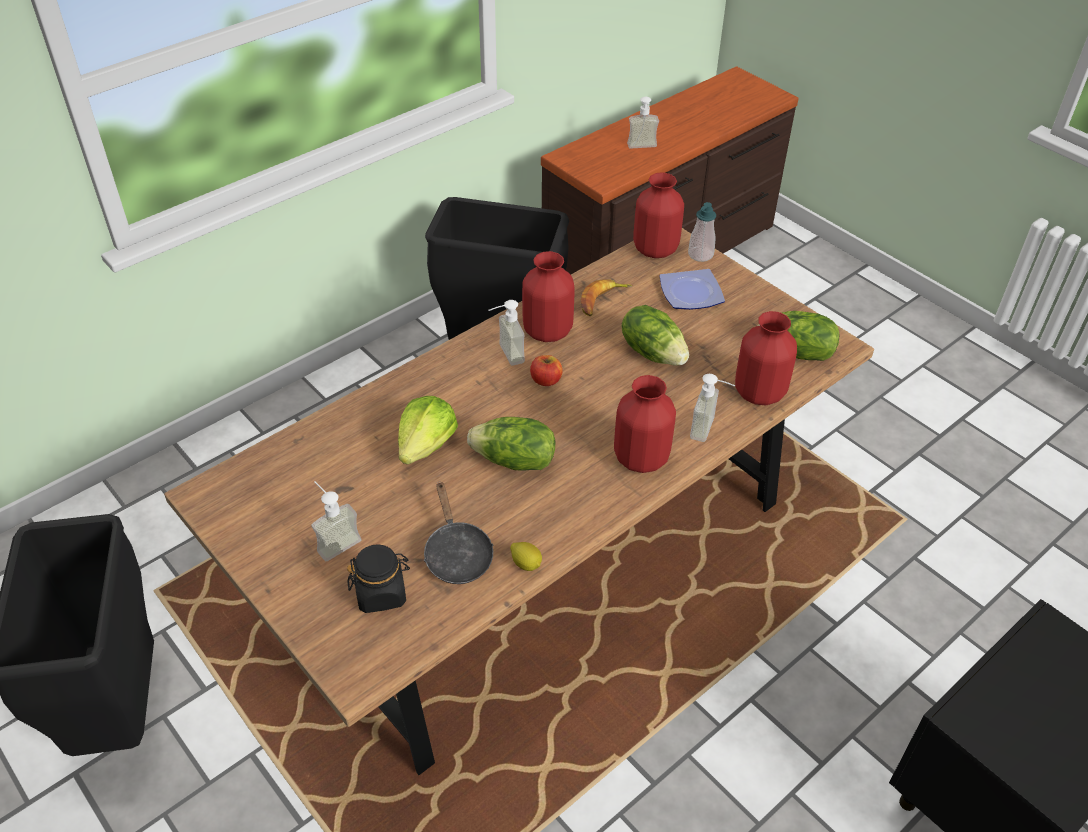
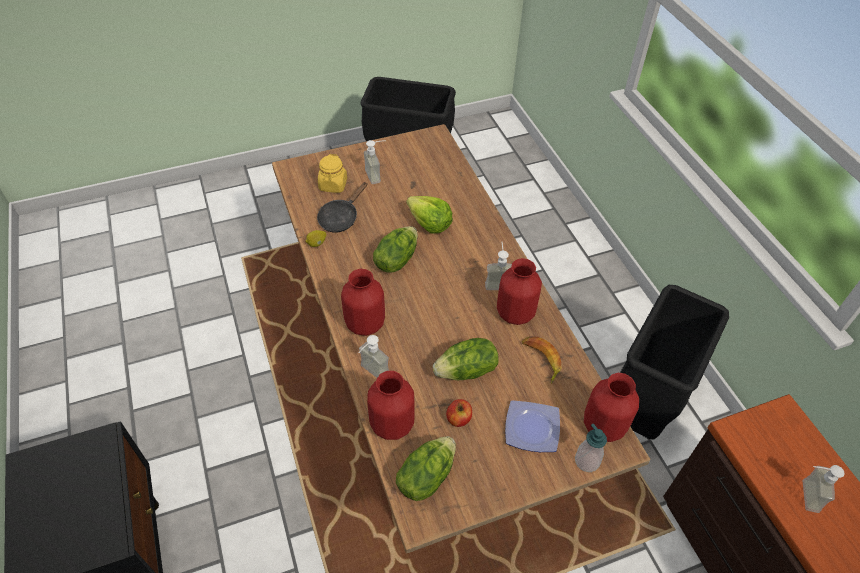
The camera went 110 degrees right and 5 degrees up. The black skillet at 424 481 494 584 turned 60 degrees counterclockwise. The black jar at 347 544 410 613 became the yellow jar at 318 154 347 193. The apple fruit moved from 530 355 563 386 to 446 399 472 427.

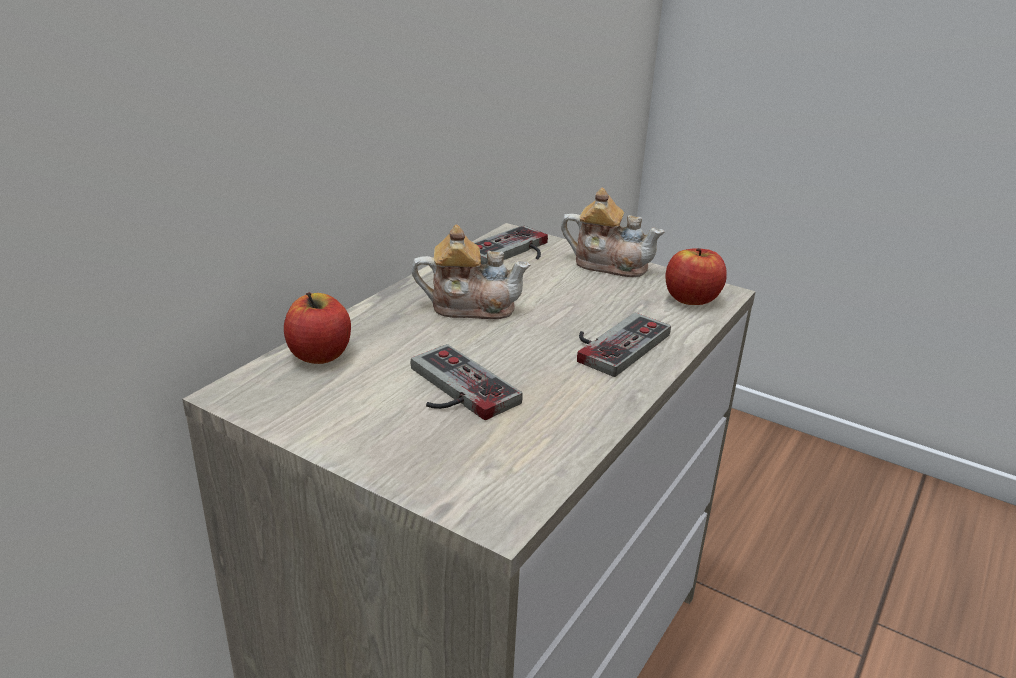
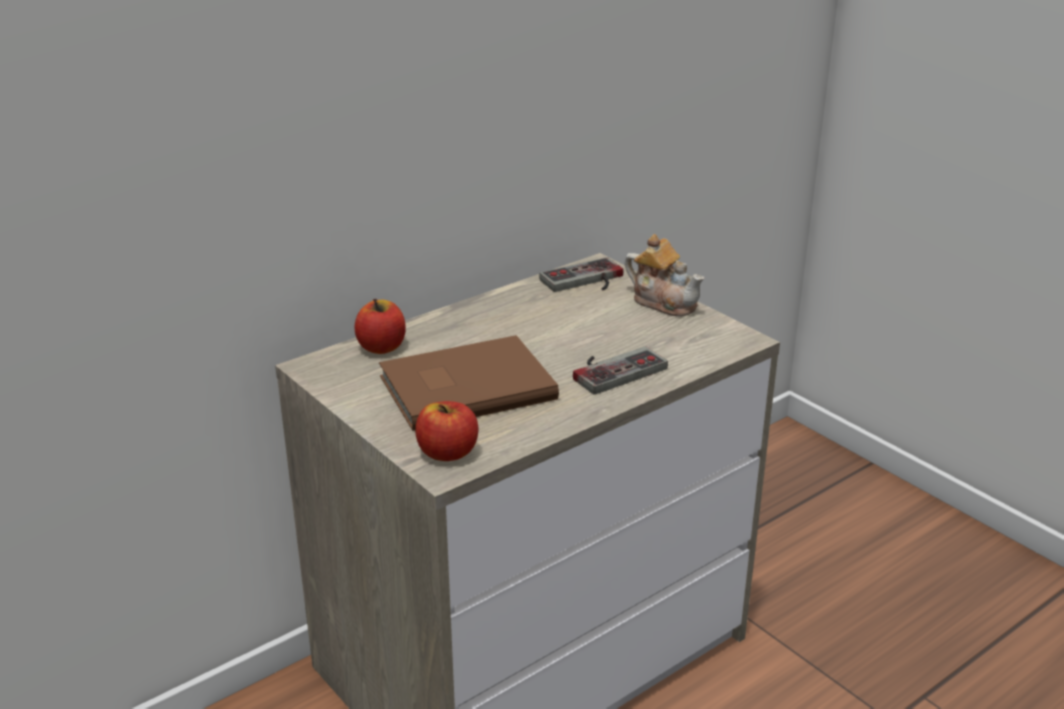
The camera went 20 degrees right and 0 degrees up. The game controller at 411 344 523 420 was replaced by the brownish book at 379 335 559 431. The apple fruit moved from 666 248 727 305 to 415 401 478 461. The pot for tea at 411 225 531 319 disappeared.

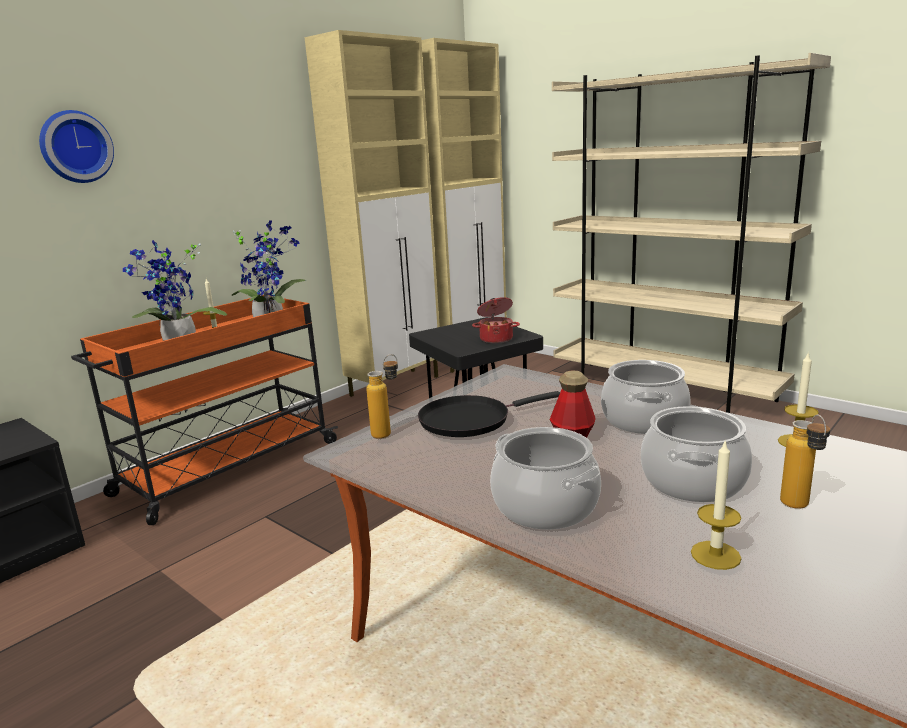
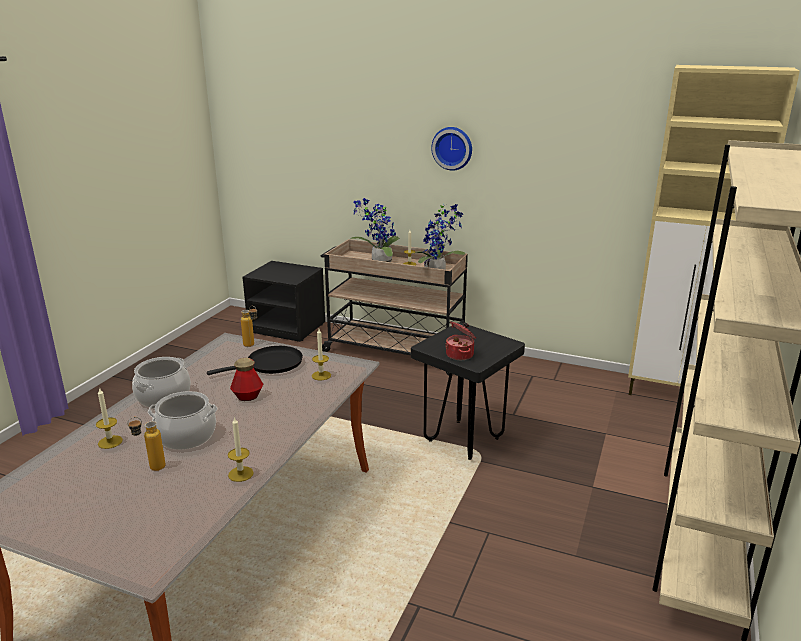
The camera went 70 degrees right and 5 degrees up. The black skillet at 418 391 560 437 turned 105 degrees clockwise. The wax candle at 312 329 331 380 appeared. The orangey cart at 71 295 338 525 became the sand-coloured cart at 321 239 468 376. The wall clock moved from 39 110 114 183 to 431 127 472 171. The sand-coloured storage cabinet at 305 30 440 397 disappeared. The stockpot at 601 360 691 434 disappeared.

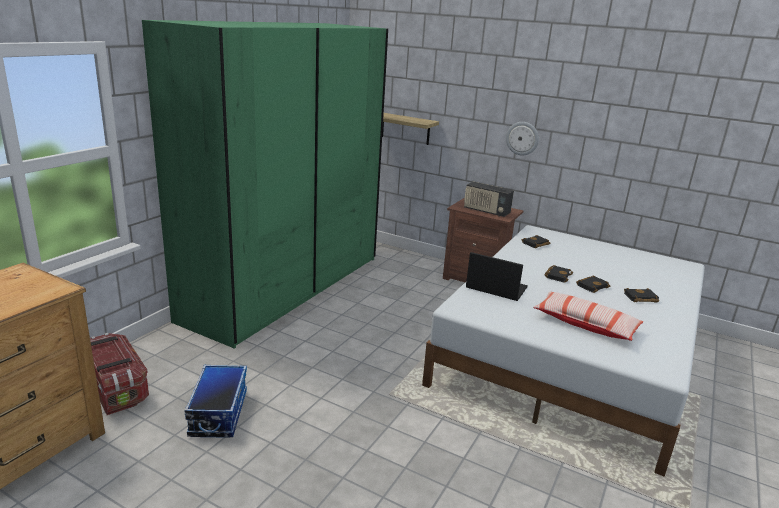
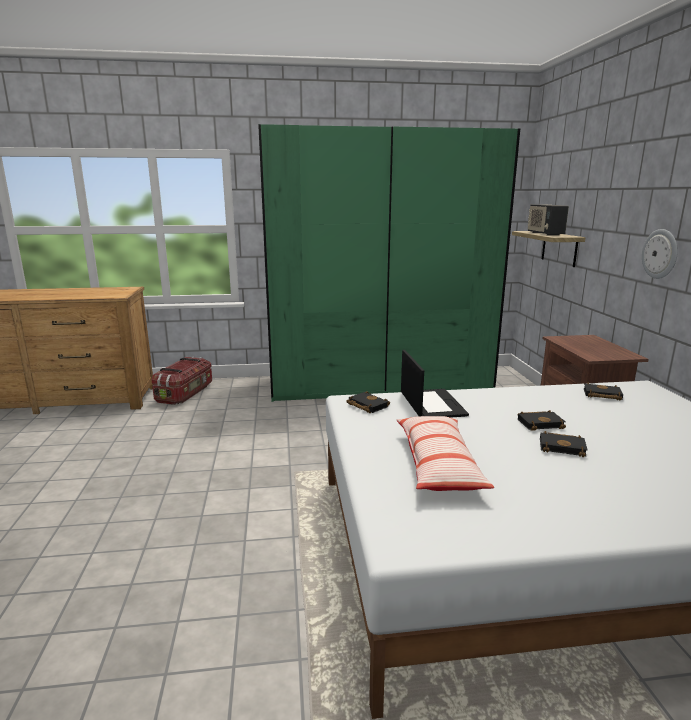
The camera went 55 degrees right and 5 degrees down. The black book moved from 624 288 659 303 to 346 391 390 413. The radio moved from 464 182 514 217 to 527 205 569 236. The storage bin at 184 365 247 438 disappeared.

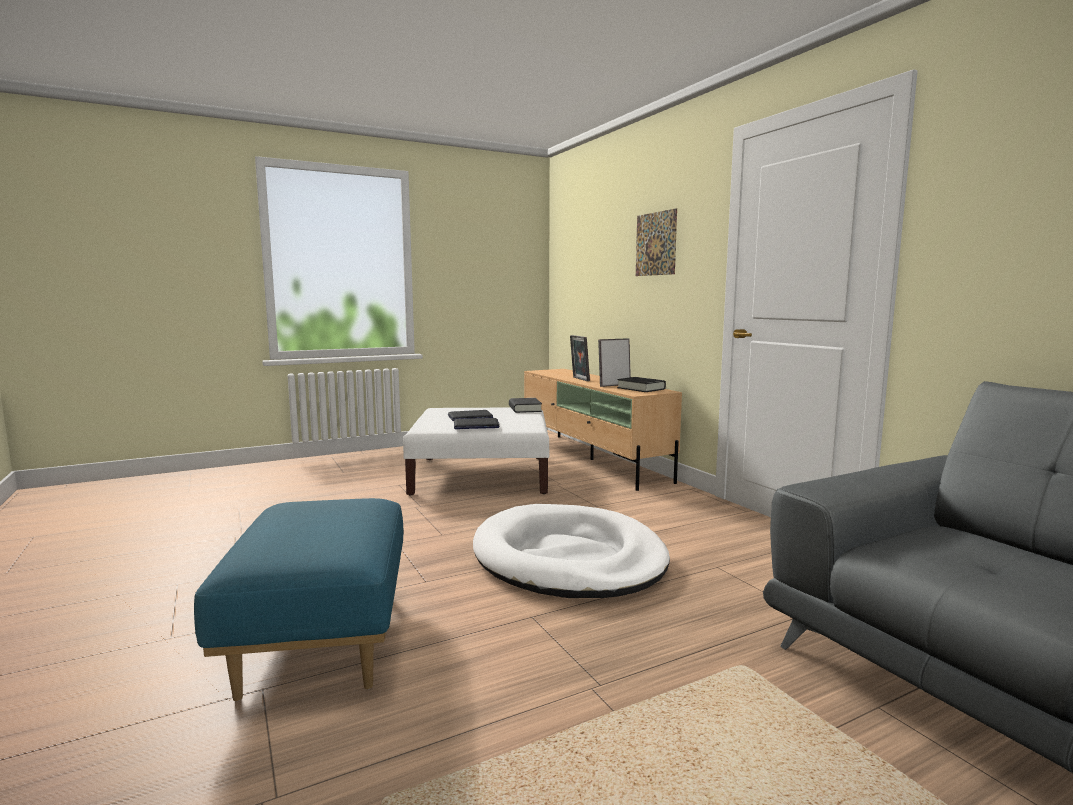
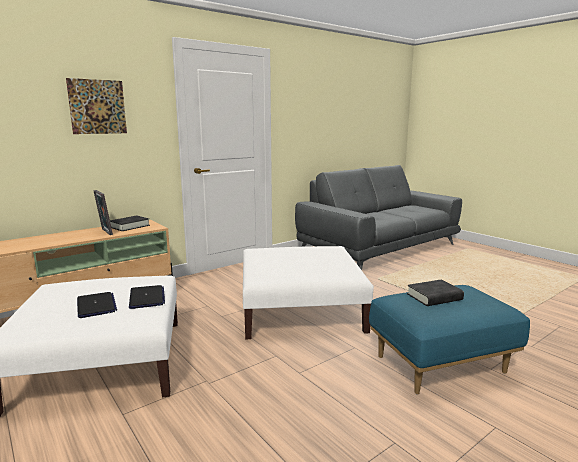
The camera went 100 degrees left and 5 degrees up. The white pet bed at 473 504 670 598 was replaced by the white footrest at 243 246 374 339. The black book moved from 509 398 542 413 to 407 280 464 306. The standing frame at 570 335 590 381 disappeared.

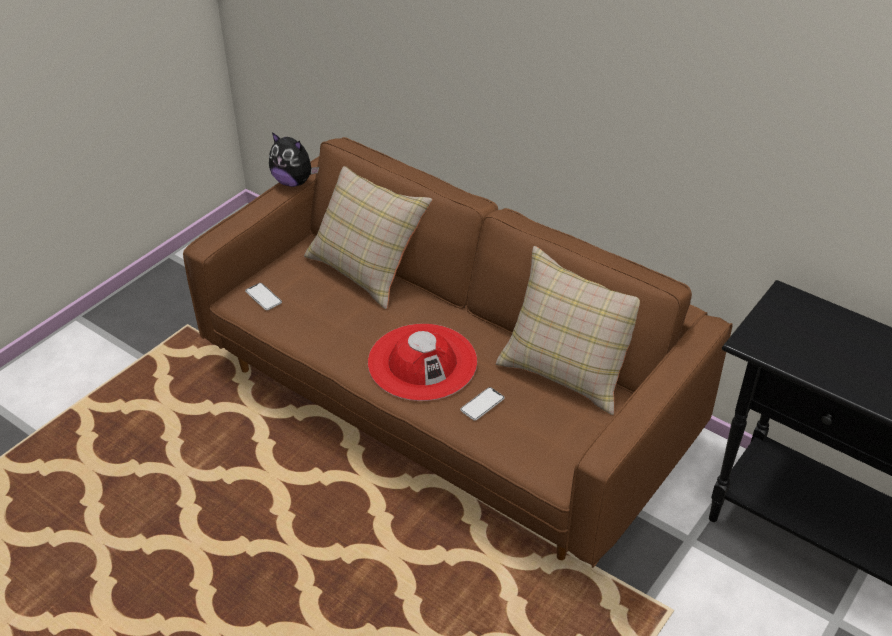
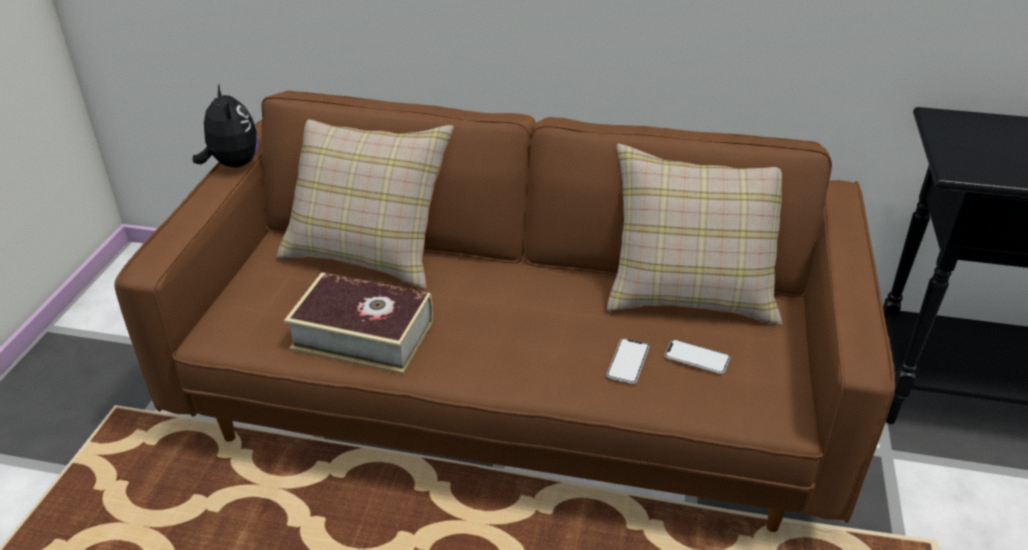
The camera went 25 degrees left and 5 degrees down. The soft toy at 269 132 319 187 turned 120 degrees counterclockwise. The book at 284 272 433 374 appeared. The telephone moved from 245 283 282 310 to 664 339 730 374. The red-coloured hat at 368 324 477 401 disappeared.

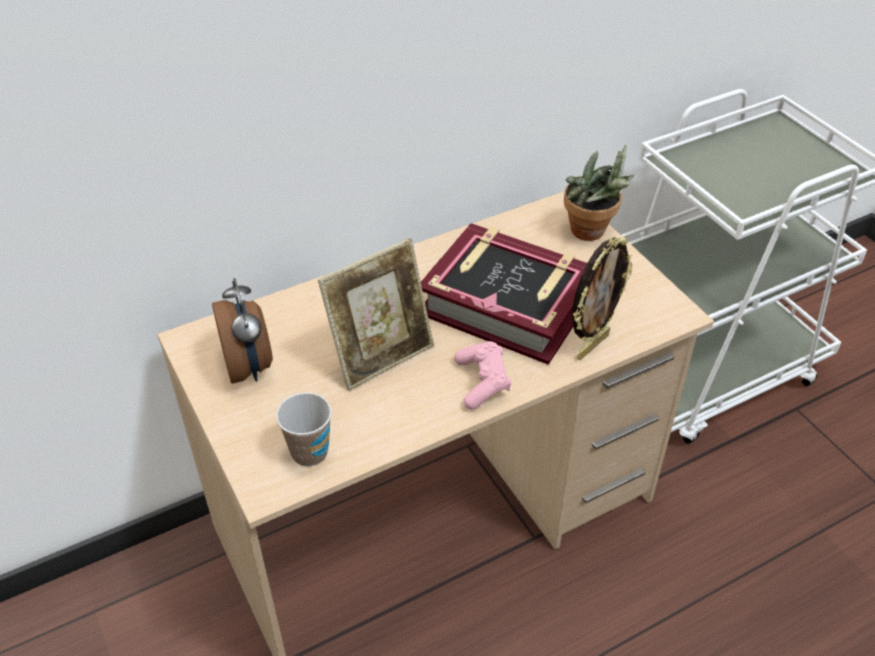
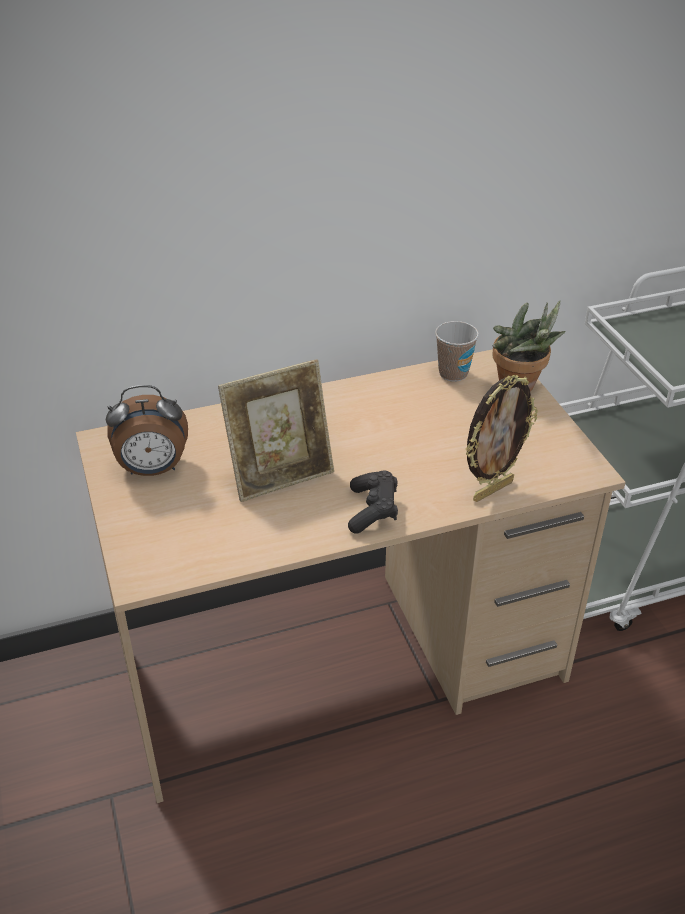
The camera went 10 degrees right and 5 degrees down. The alarm clock at 212 278 273 384 turned 90 degrees clockwise. The pink-coloured game controller at 454 341 511 410 became the black game controller at 348 470 398 534. The small cup moved from 276 393 332 467 to 435 321 479 382. The book at 421 223 587 365 disappeared.

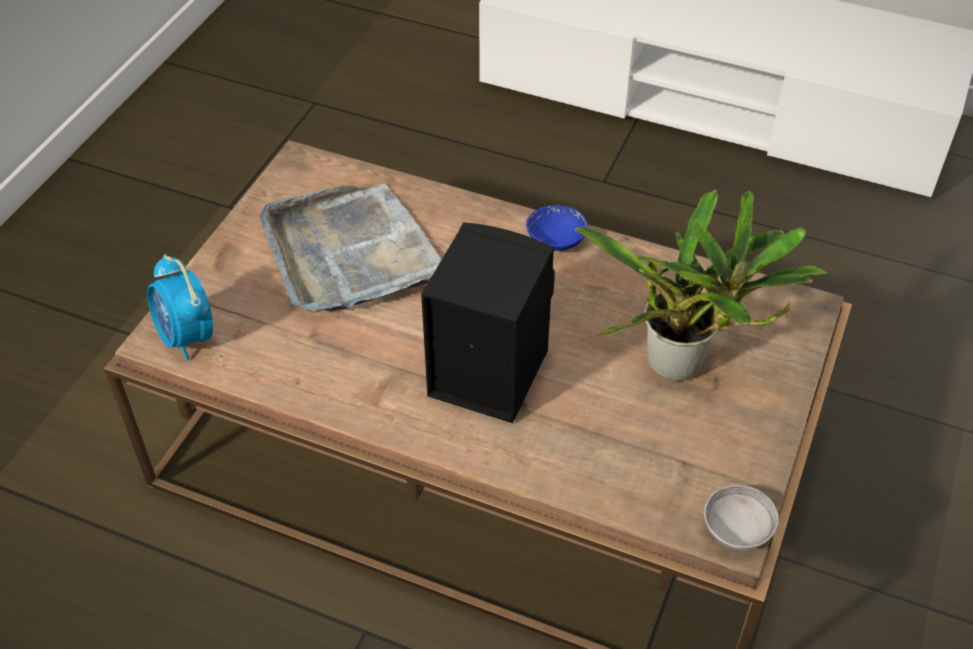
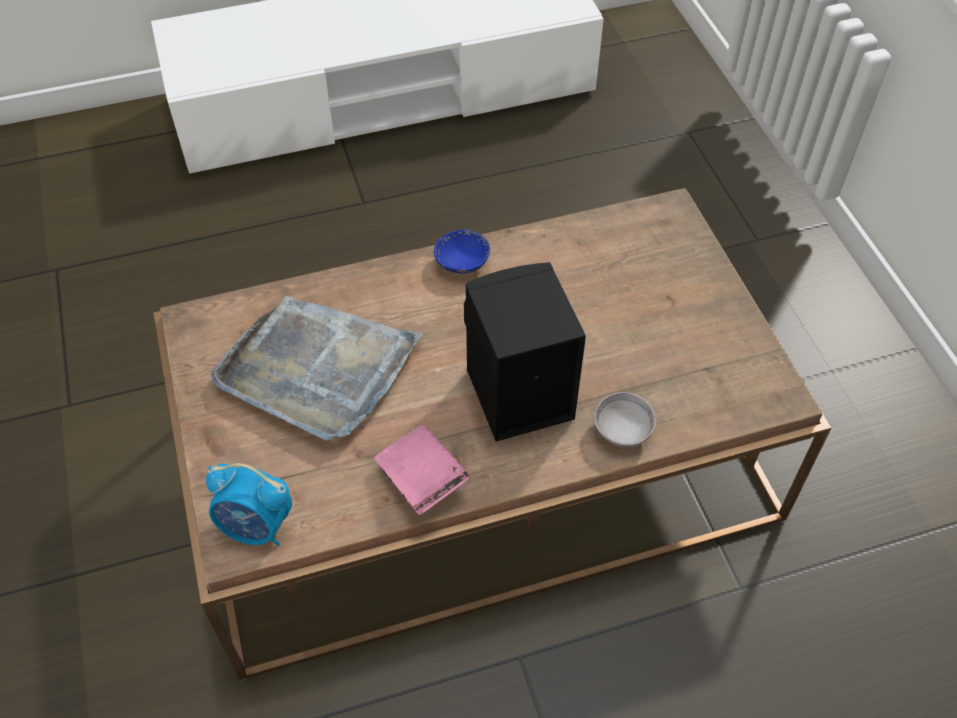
The camera went 40 degrees left and 5 degrees up. The pink-coloured book at 374 425 469 515 appeared. The grey serving bowl moved from 704 485 779 550 to 594 392 656 447. The houseplant at 575 190 829 381 disappeared.

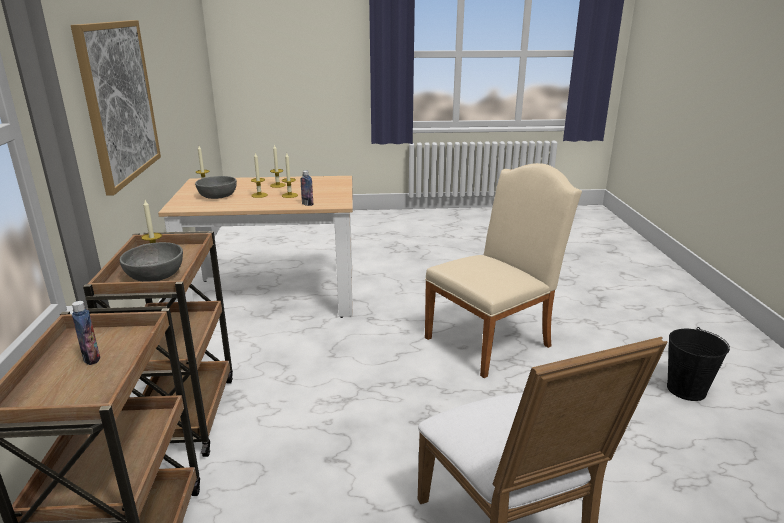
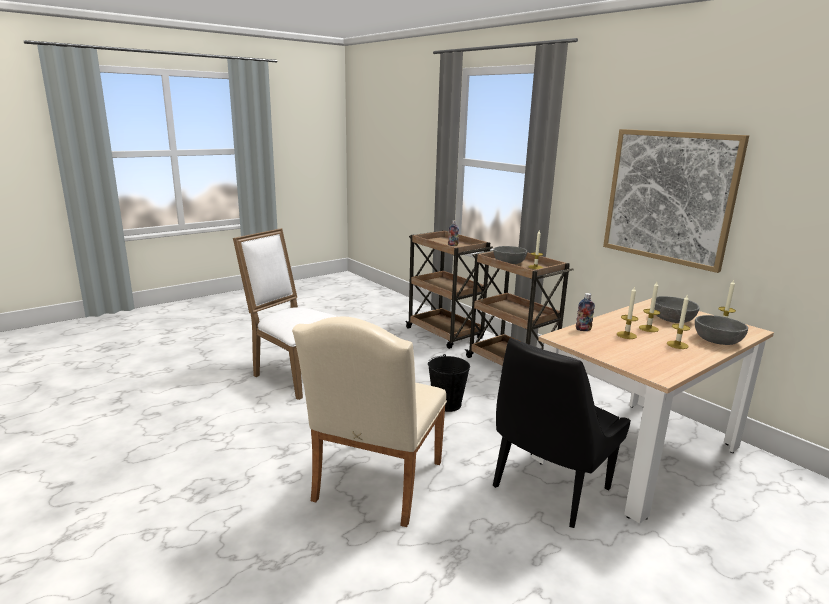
The camera went 145 degrees right and 5 degrees down. The black bucket moved from 667 327 730 401 to 428 354 470 412. The black upright chair at 493 338 631 528 appeared. The grey serving bowl at 695 315 748 345 appeared.

